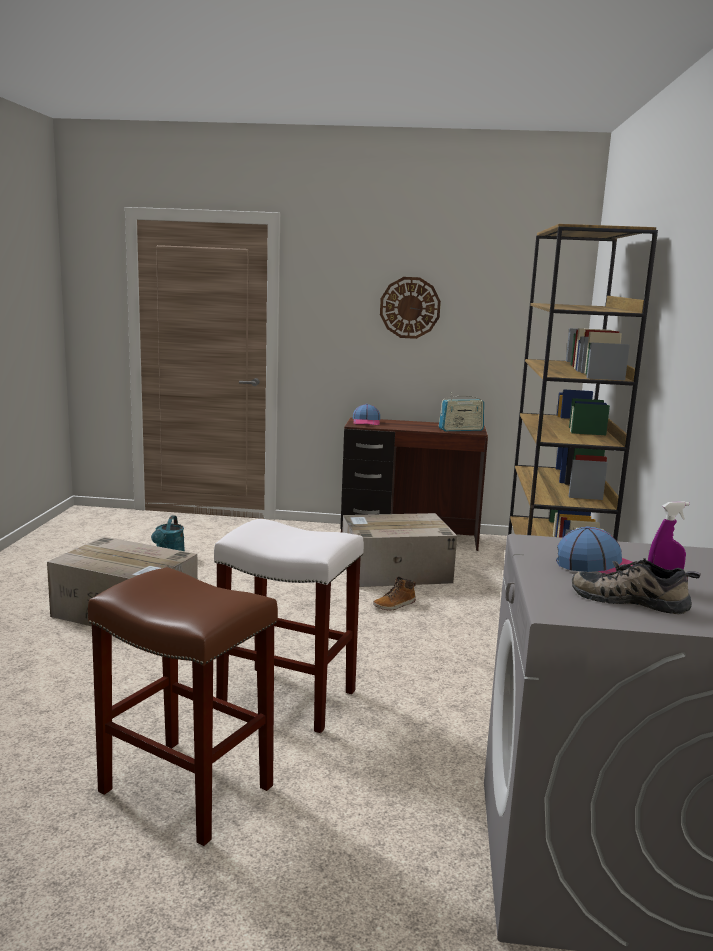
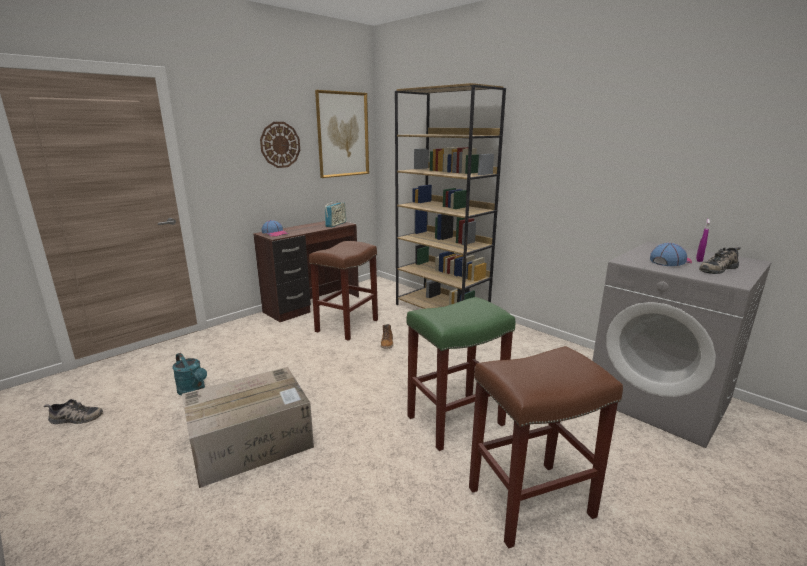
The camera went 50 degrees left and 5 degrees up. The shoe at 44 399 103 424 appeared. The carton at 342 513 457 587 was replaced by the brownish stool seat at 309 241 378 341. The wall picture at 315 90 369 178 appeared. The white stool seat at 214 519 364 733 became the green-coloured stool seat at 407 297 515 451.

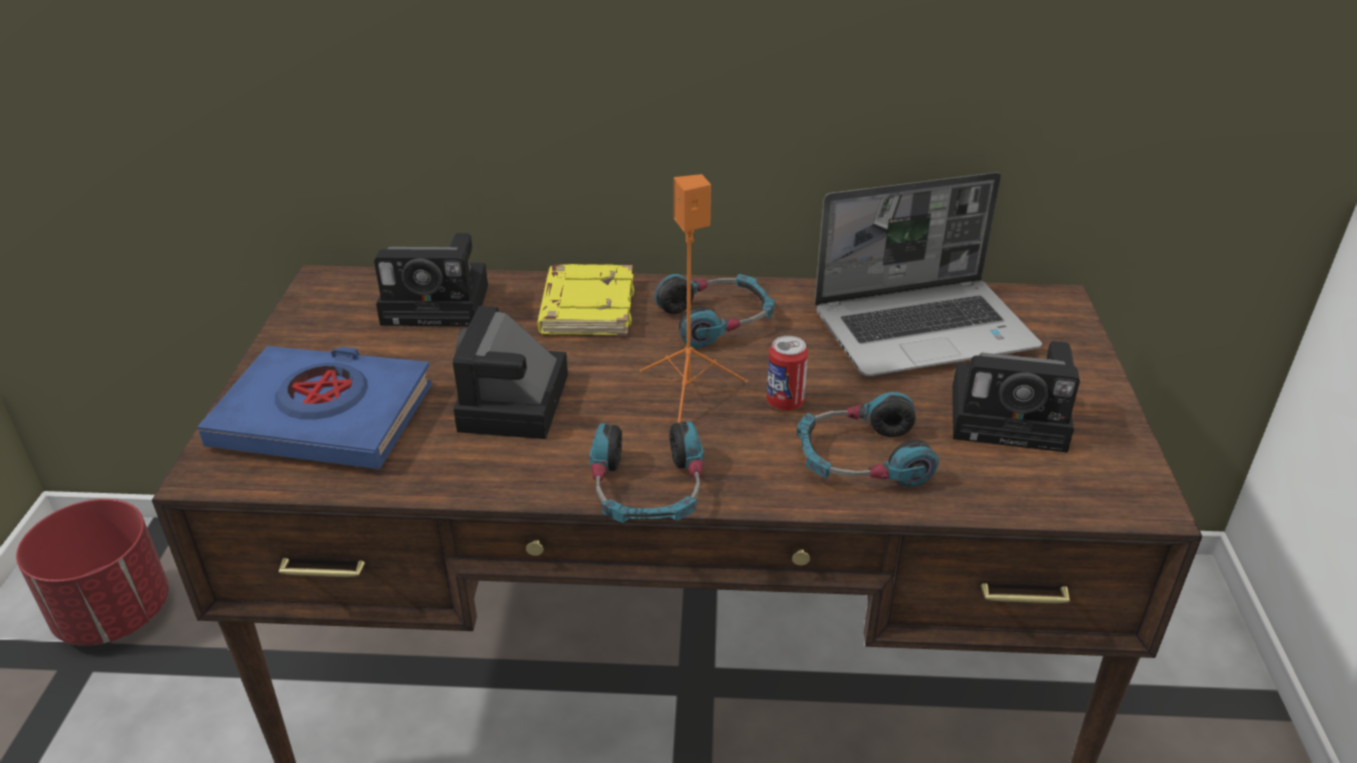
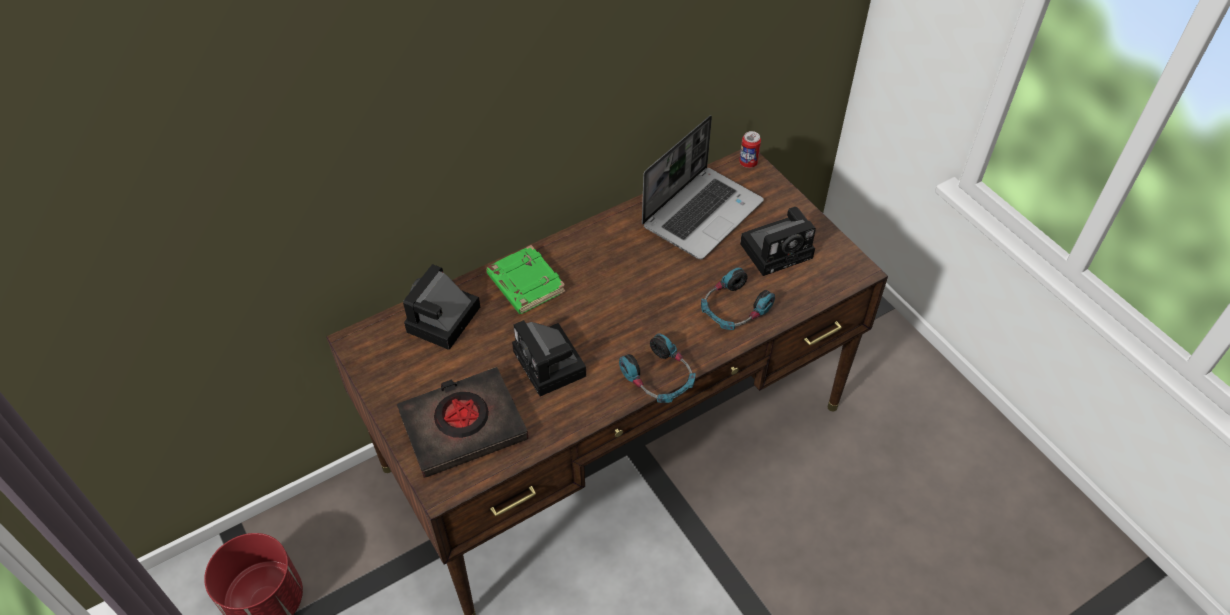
The camera went 35 degrees left and 15 degrees up. The bluish book at 197 346 432 469 became the black book at 397 367 528 478. The photo camera at 374 233 488 326 turned 150 degrees clockwise. The yellow book at 538 264 634 335 became the green-coloured book at 486 245 566 314. The sealed can moved from 767 336 808 410 to 739 131 761 168. The orangey audio speaker at 640 174 748 423 disappeared. The pair of headphones at 654 274 775 348 disappeared.

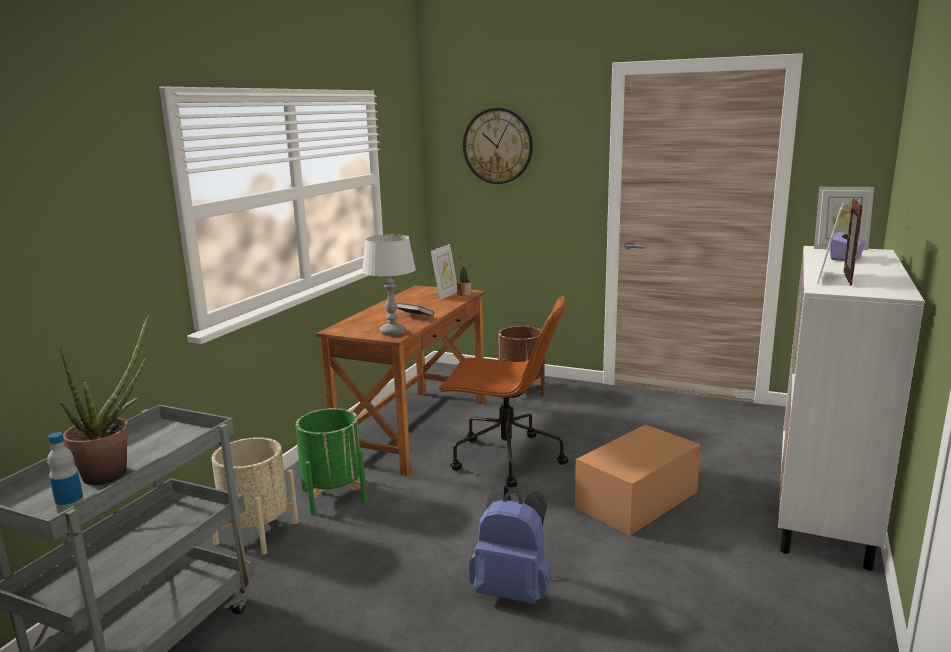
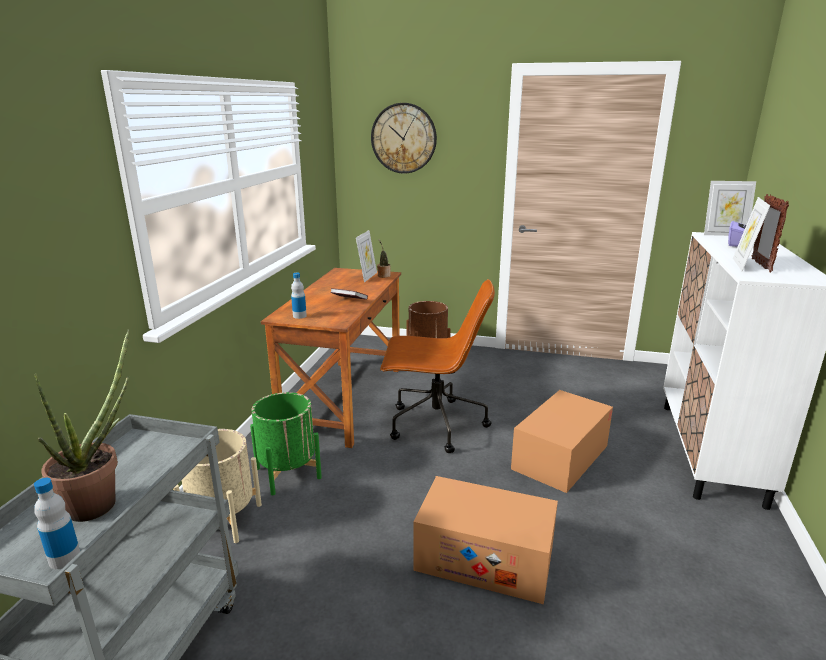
The camera went 10 degrees left and 5 degrees up. The beverage bottle at 291 273 307 319 appeared. The bluish backpack at 469 485 551 604 was replaced by the carton at 414 476 558 604. The grey tabletop lamp at 362 234 416 336 disappeared.

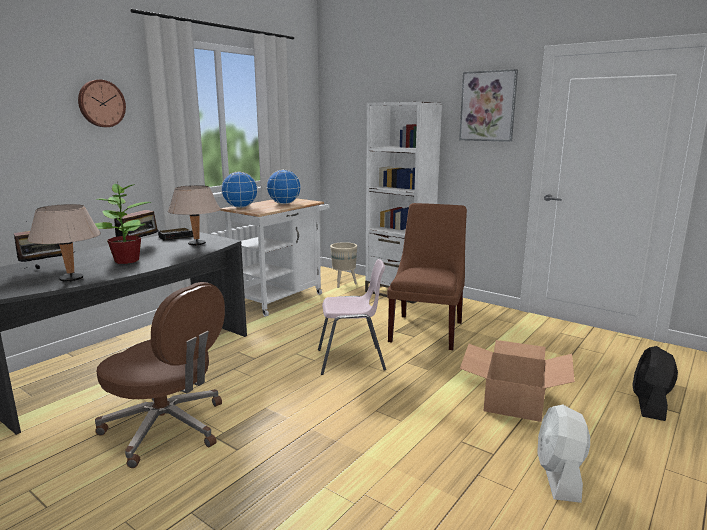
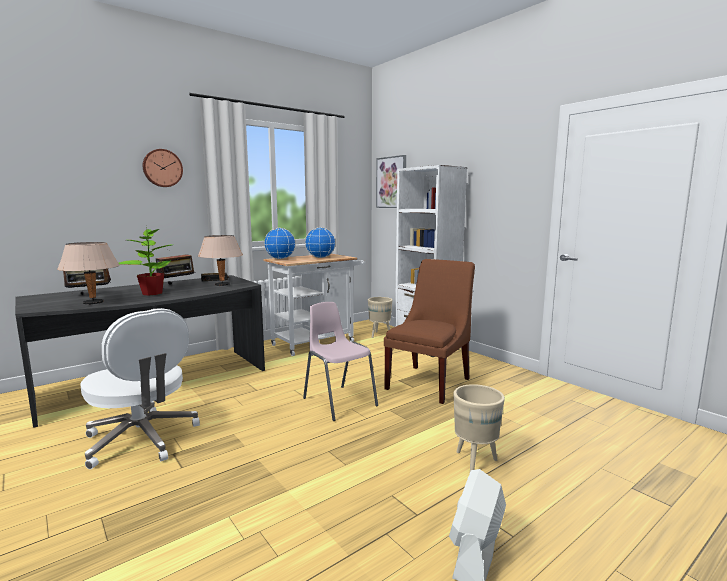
The camera went 15 degrees right and 5 degrees down. The brownish desk chair at 95 282 225 468 became the white desk chair at 81 308 200 469. The pink-coloured upright chair at 318 259 386 375 turned 135 degrees counterclockwise. The wall picture moved from 459 69 518 142 to 376 155 406 208. The carton at 460 340 575 422 was replaced by the sand-coloured flower pot at 454 384 505 471. The black electric fan at 632 346 678 421 disappeared.

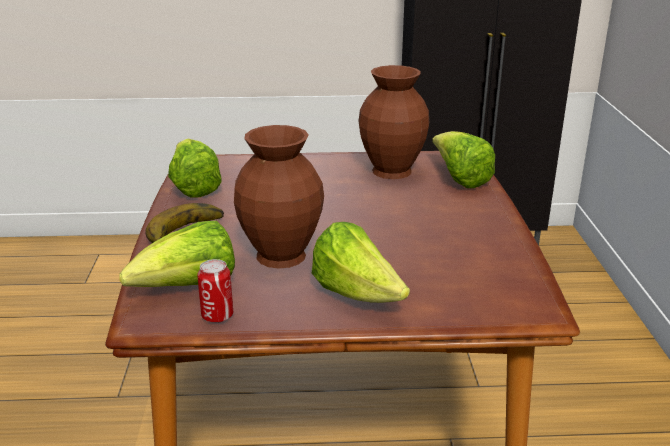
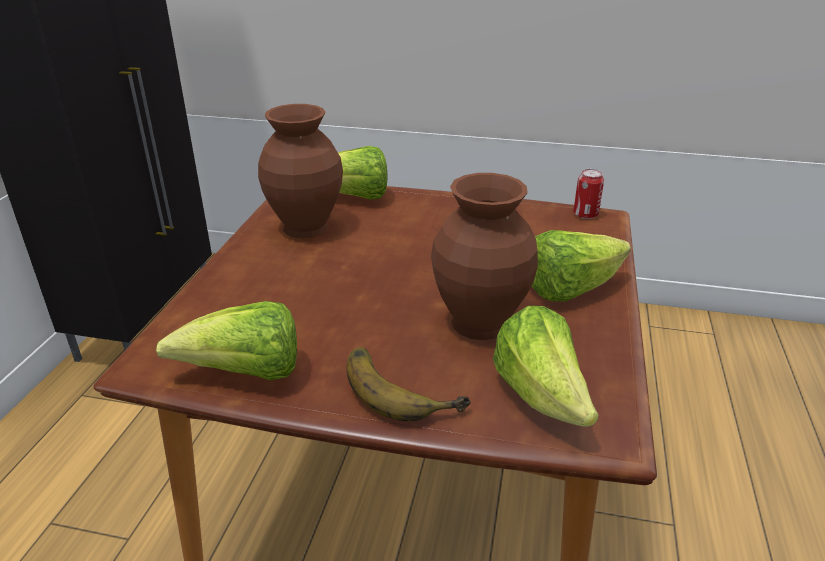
The camera went 75 degrees left and 5 degrees up. The sealed can moved from 197 259 233 323 to 573 169 604 219.

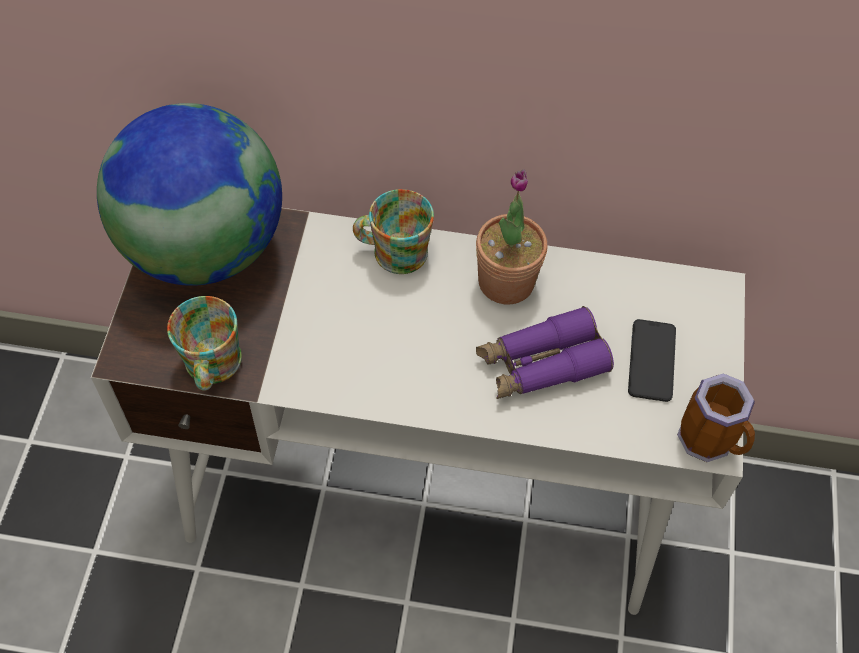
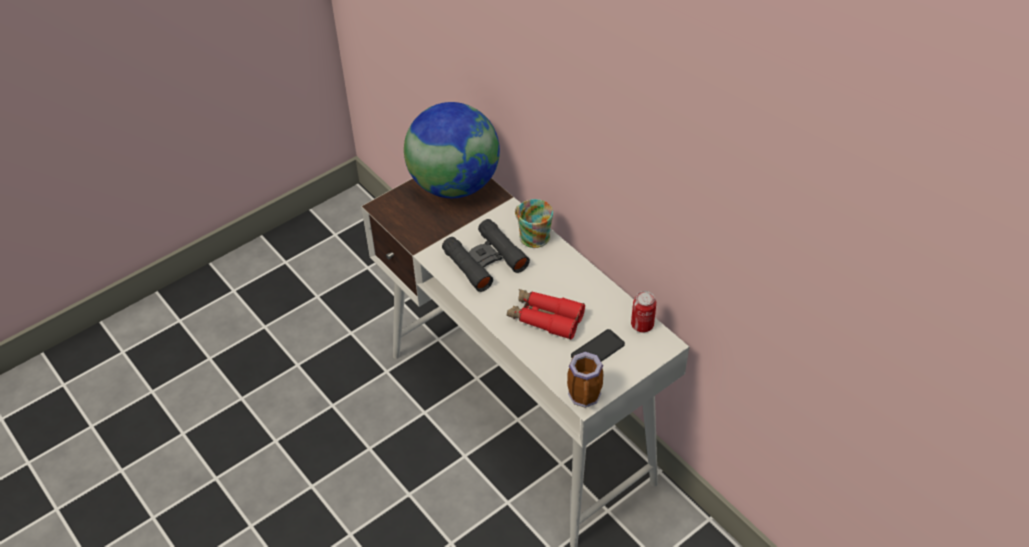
The camera went 45 degrees right and 10 degrees down. The black pair of binoculars at 442 219 530 292 appeared. The purplish pair of binoculars at 476 306 614 399 became the red-coloured pair of binoculars at 507 289 585 340. The sealed can at 631 291 656 332 appeared. The tea mug at 167 296 242 391 disappeared. The houseplant at 476 170 547 305 disappeared.

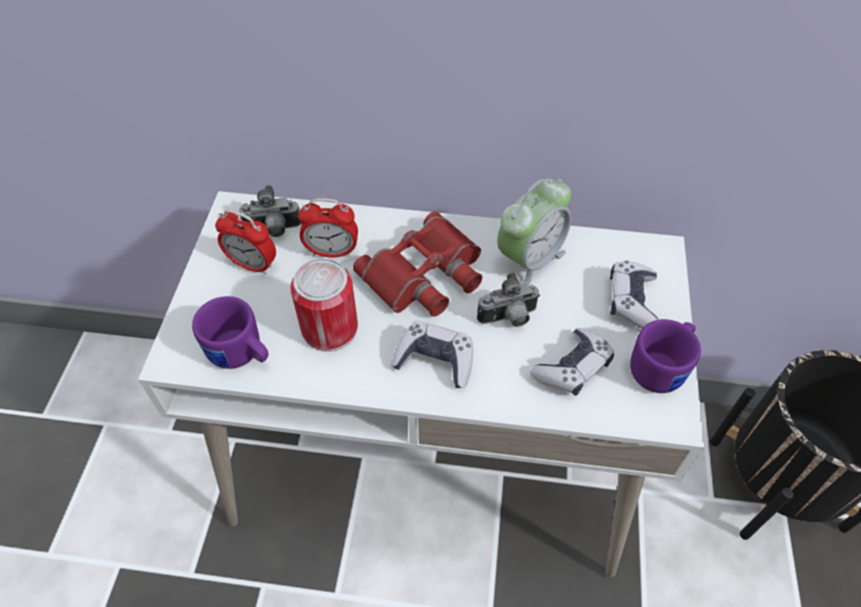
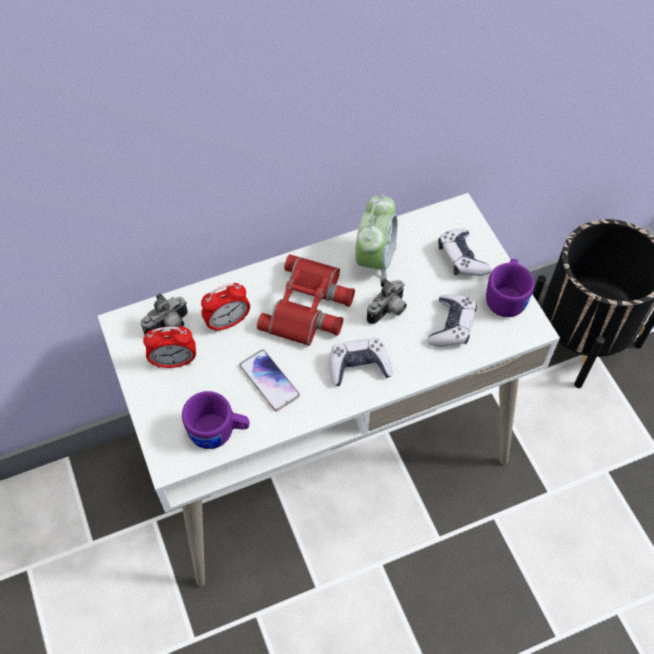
The camera went 30 degrees left and 5 degrees up. The sealed can at 290 258 358 352 was replaced by the telephone at 239 350 300 412.

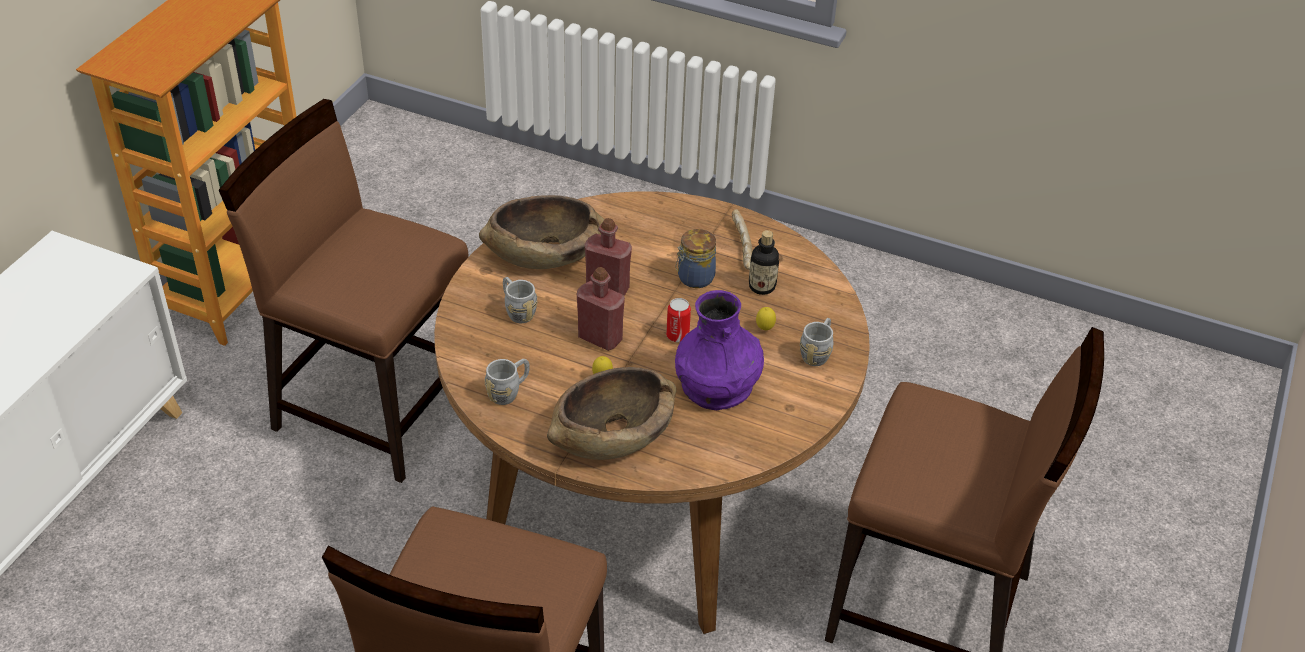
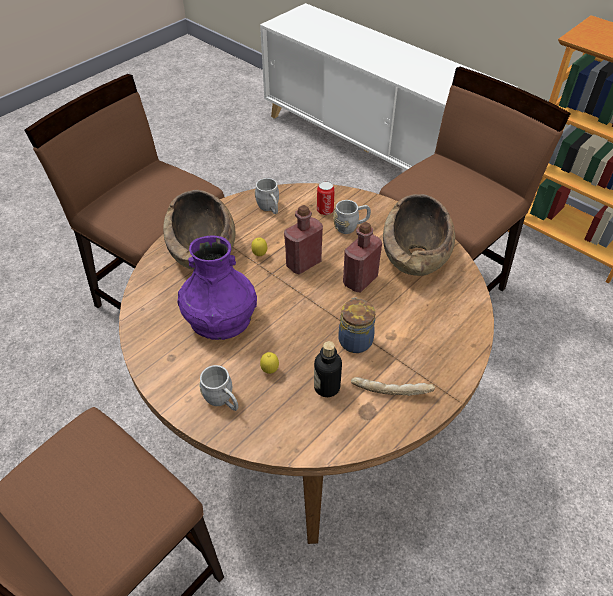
The camera went 110 degrees right and 5 degrees up. The sealed can moved from 666 298 691 342 to 317 181 335 215.

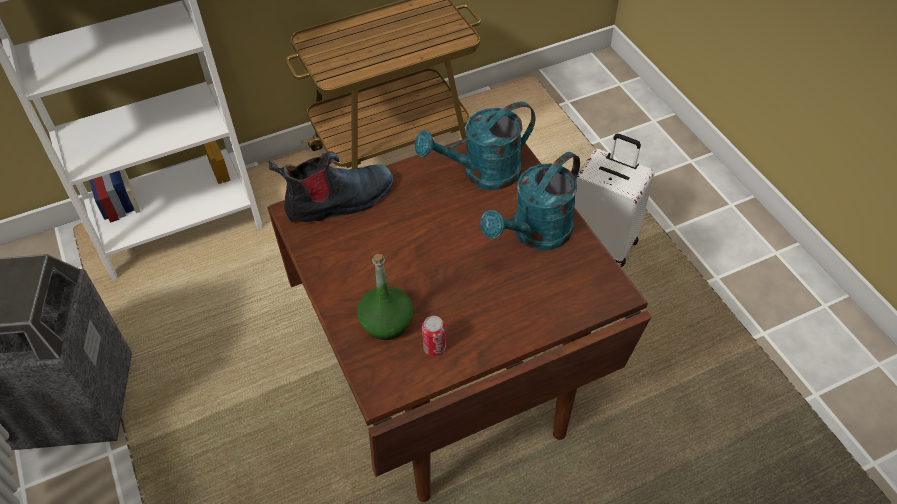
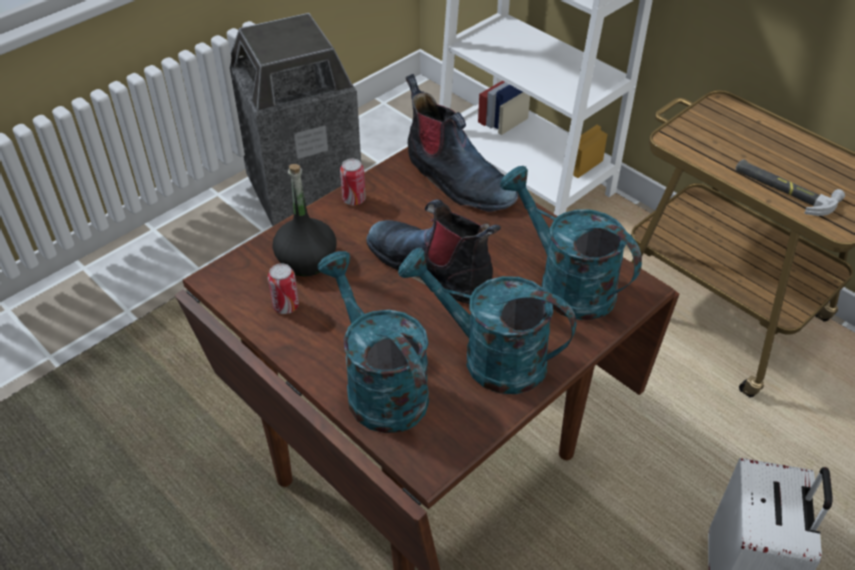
The camera went 70 degrees right and 5 degrees down. The green-coloured beverage bottle at 357 254 413 340 became the black beverage bottle at 272 164 337 276. The turquoise watering pot at 317 251 429 433 appeared. The sealed can at 340 159 366 205 appeared. The high-top boot at 366 199 501 304 appeared. The hammer at 736 159 845 216 appeared.

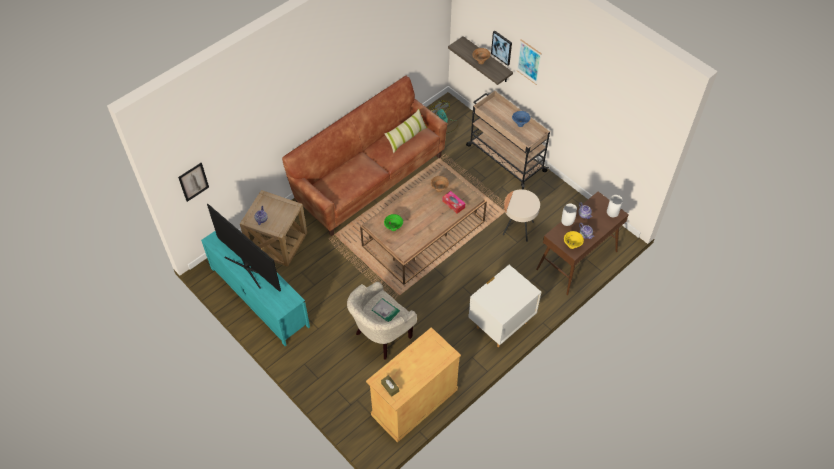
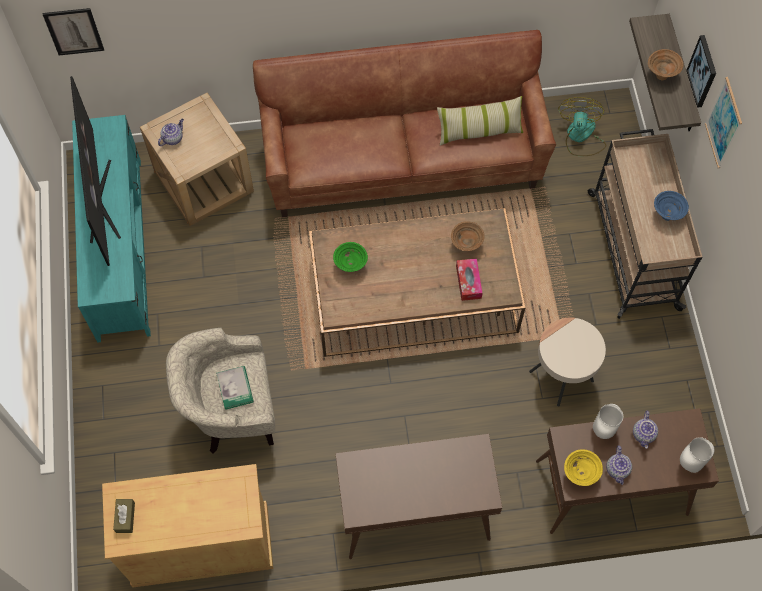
The camera went 35 degrees right and 10 degrees up. The white bedside table at 468 265 541 347 was replaced by the brownish narrow table at 335 434 502 559.

